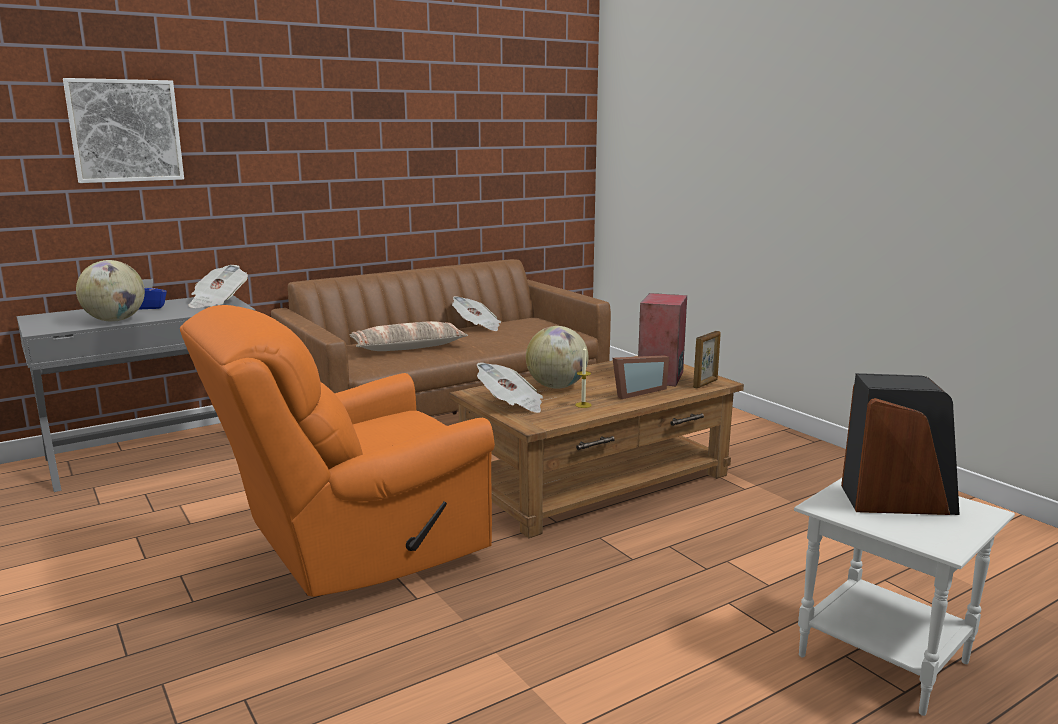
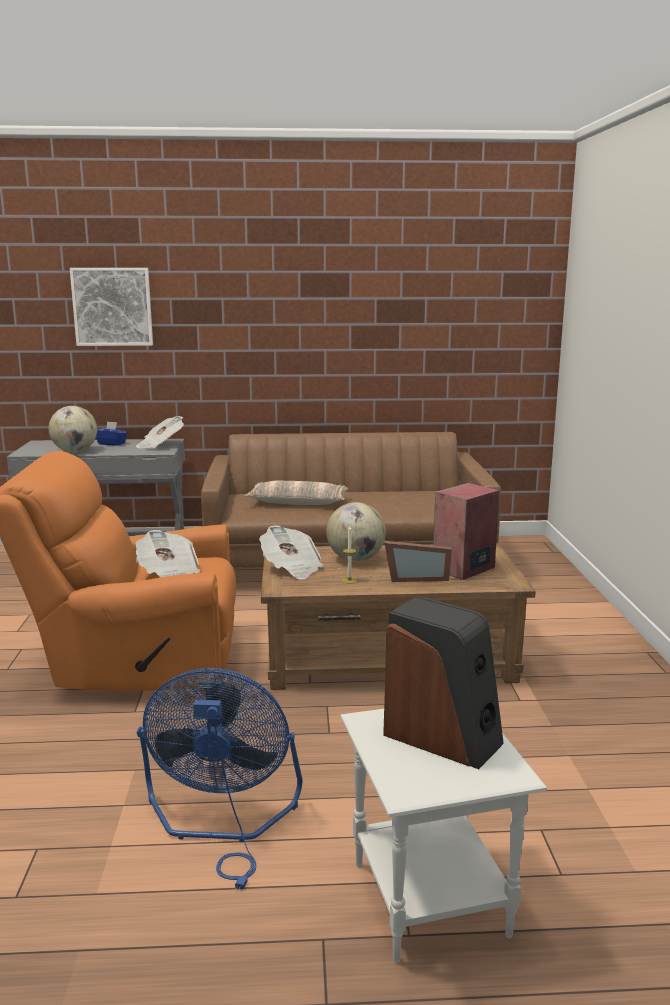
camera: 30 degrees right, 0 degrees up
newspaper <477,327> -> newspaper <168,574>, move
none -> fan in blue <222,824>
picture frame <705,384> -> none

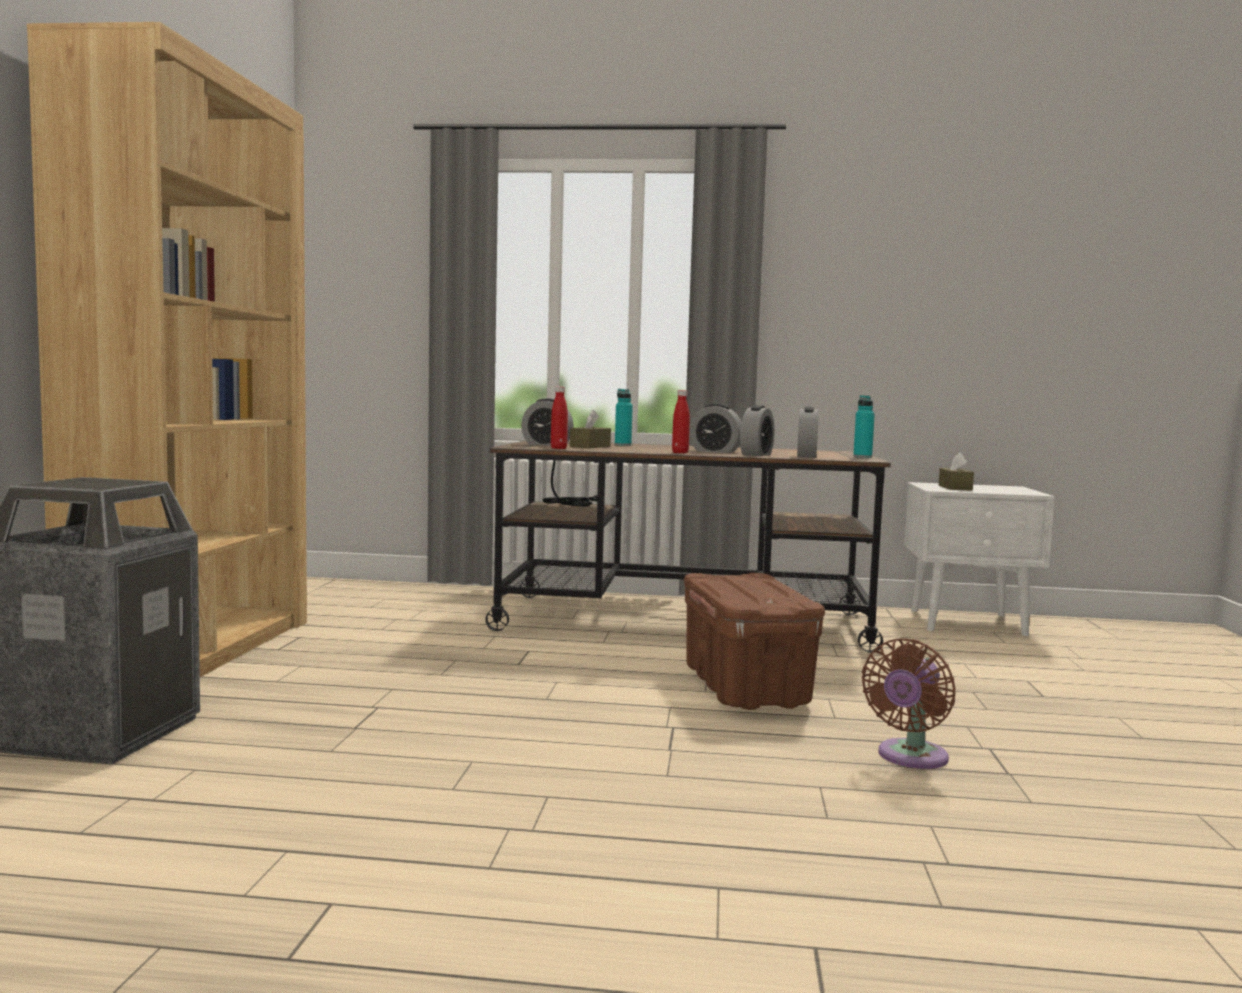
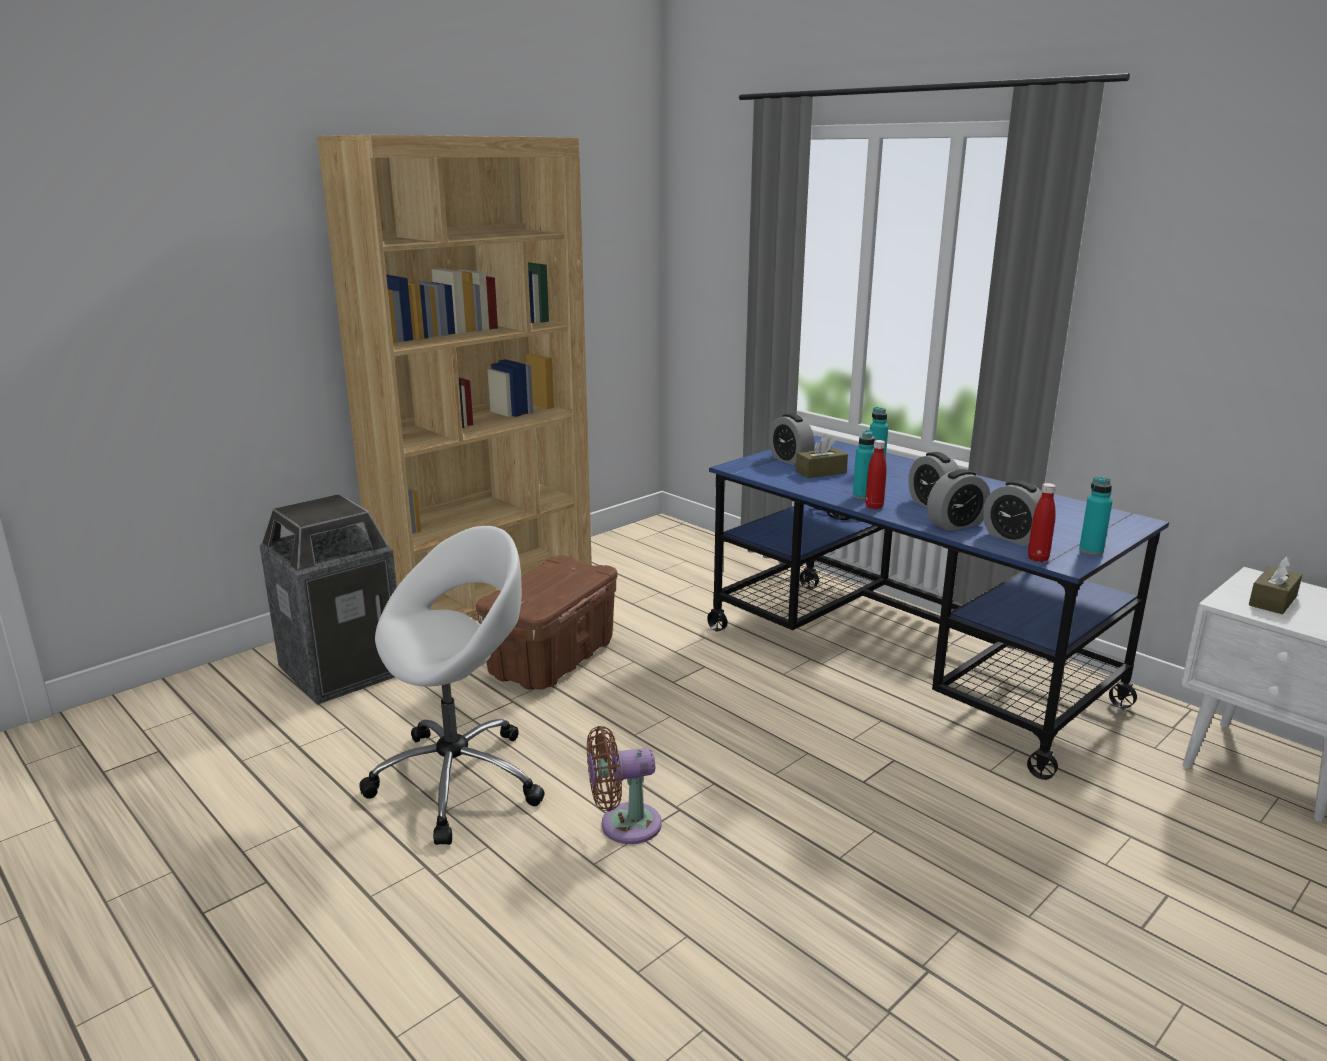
camera: 40 degrees right, 15 degrees up
none -> office chair in white <460,779>
storage box in brown <744,687> -> storage box in brown <552,659>, move
fan in brown <909,758> -> fan in brown <624,825>, move
desk in brown <682,621> -> desk in blue <903,664>
none -> bottle in turquoise <862,496>
alarm clock <806,456> -> alarm clock <1013,538>, 90 degrees counterclockwise
bottle in red <558,448> -> bottle in red <1038,558>, move

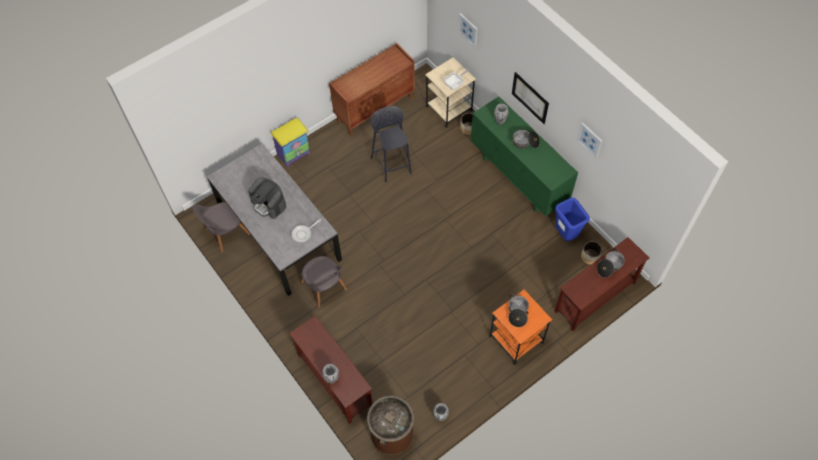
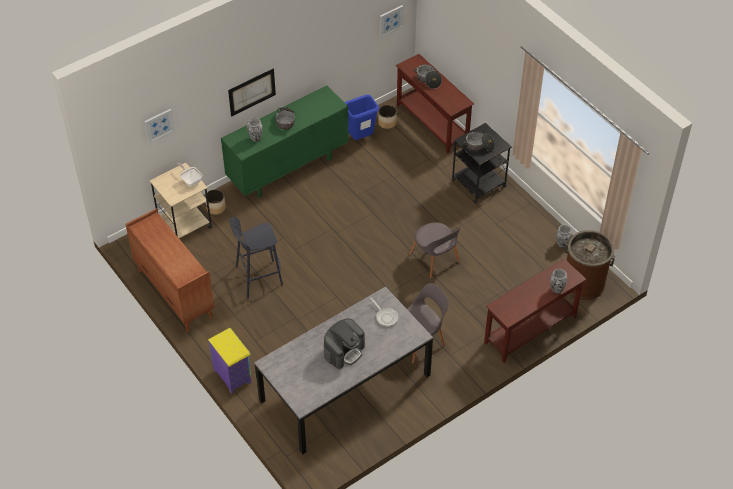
camera: 90 degrees left, 10 degrees down
picture <590,139> -> picture <390,20>, move
chair in grey <226,233> -> chair in grey <435,260>, move
cart in orange <515,340> -> cart in black <479,184>

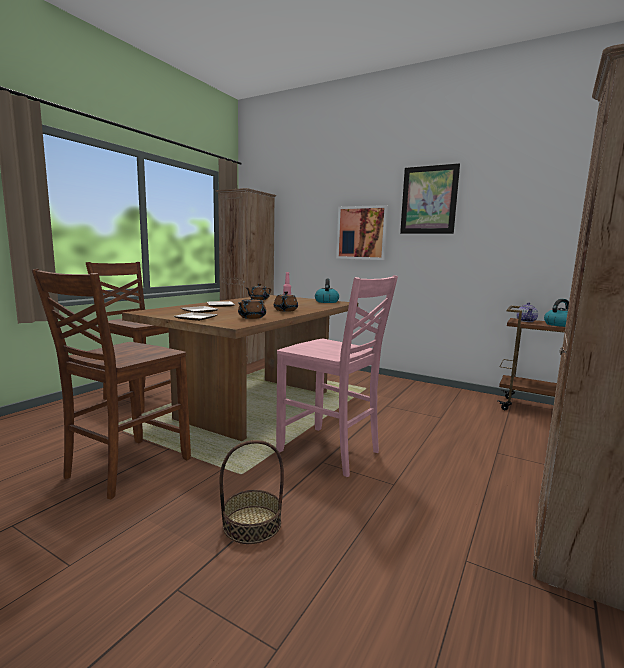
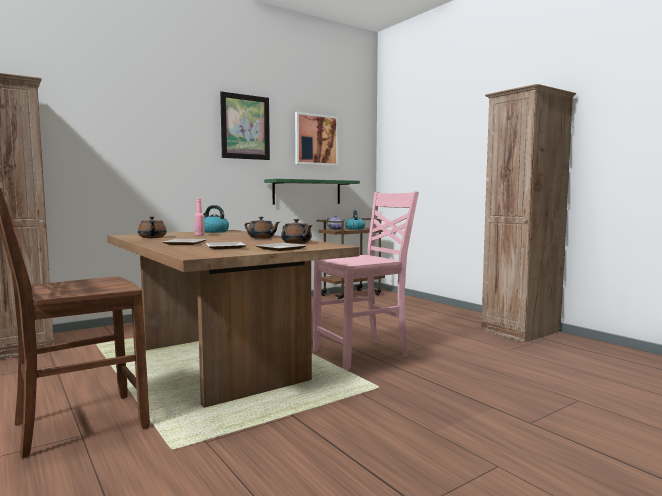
camera: 65 degrees left, 5 degrees down
none -> shelf in green <307,192>
picture <362,233> -> picture <316,140>, move
chair in brown <125,468> -> none
basket <252,524> -> none

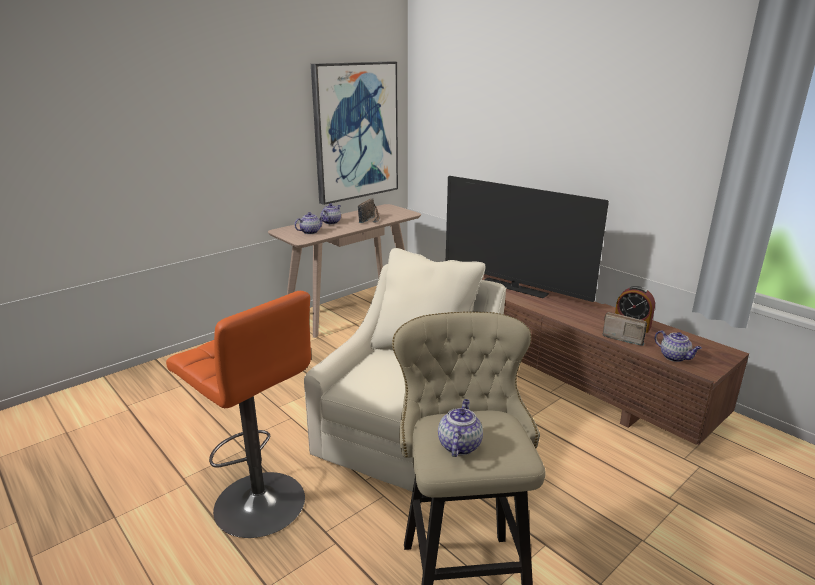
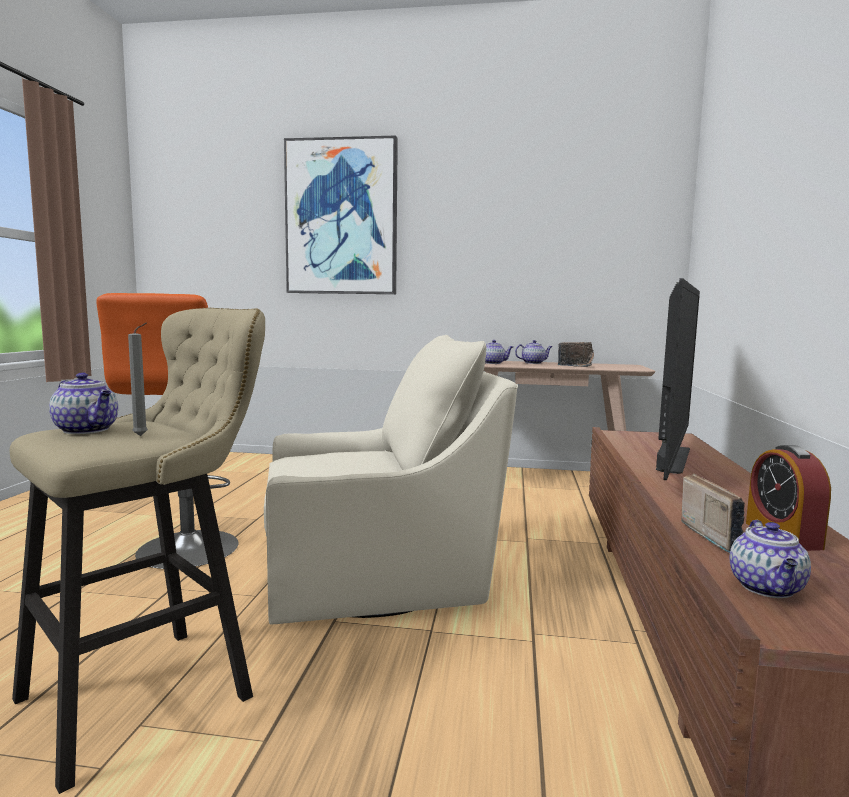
camera: 50 degrees right, 15 degrees down
teapot <459,445> -> teapot <87,430>, 60 degrees clockwise
none -> candle in grey <143,436>
picture <355,131> -> picture <342,218>, move
television <514,288> -> television <674,459>, 150 degrees counterclockwise

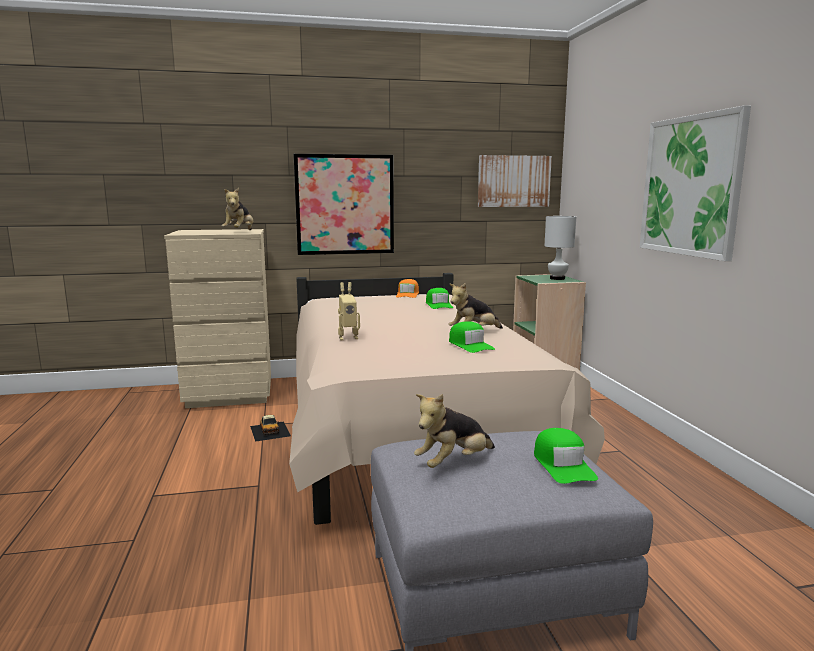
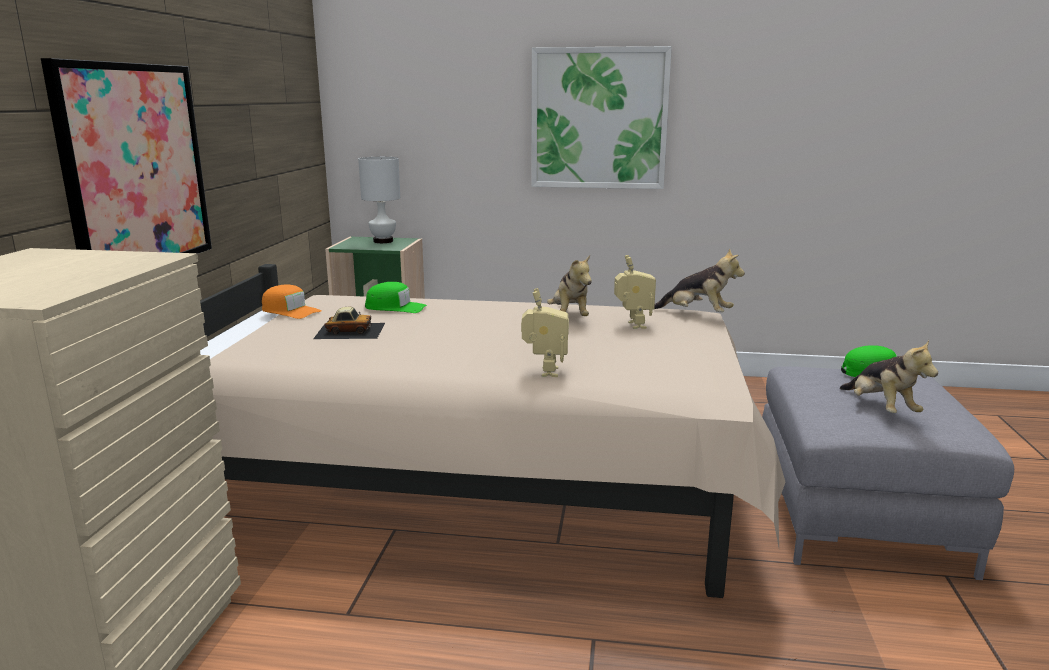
camera: 70 degrees left, 5 degrees up
toy car <270,430> -> toy car <349,330>, move
cap in green <470,345> -> toy robot <632,325>
plush toy <239,232> -> plush toy <697,314>, move
picture <513,181> -> none

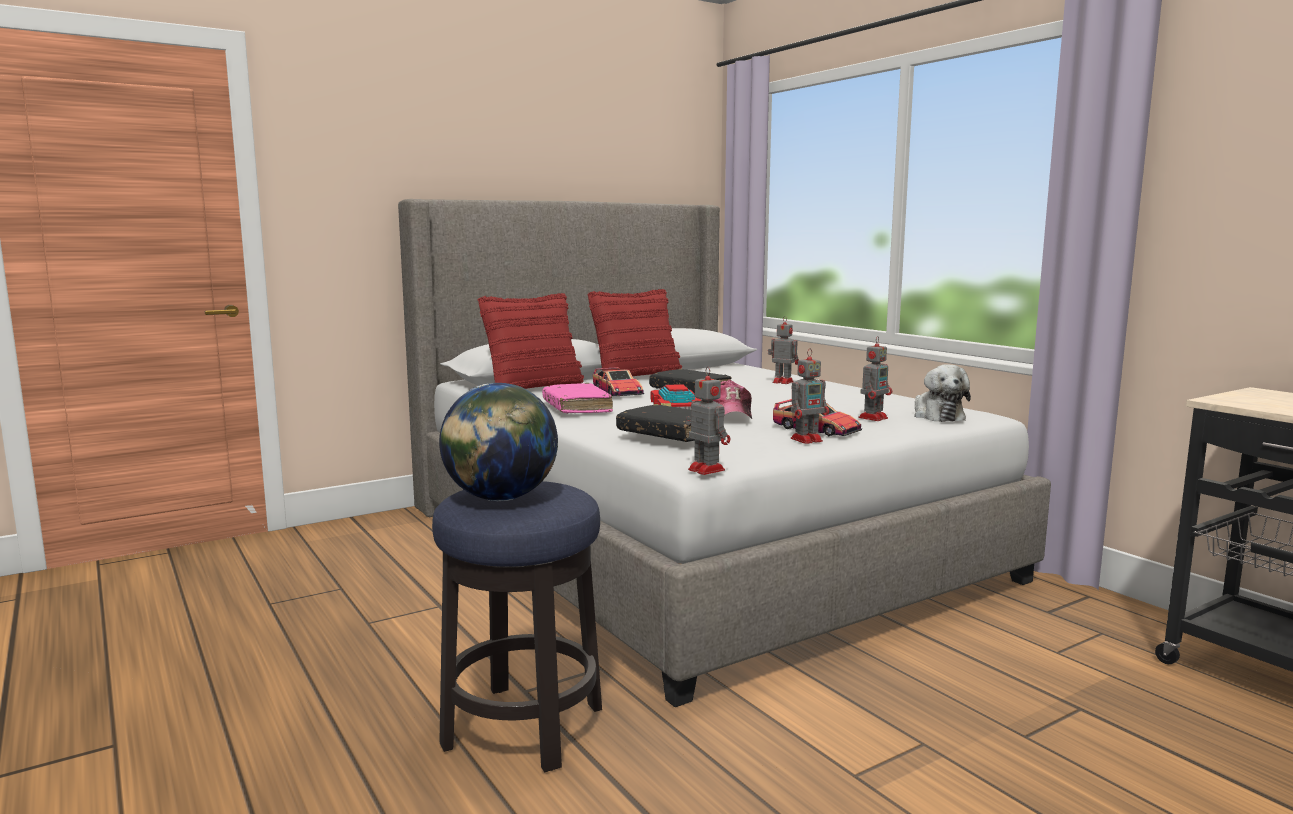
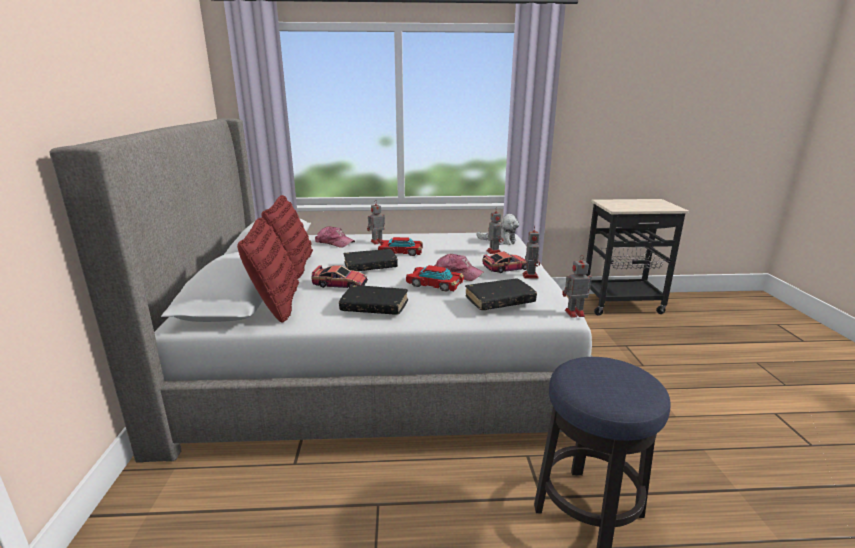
camera: 60 degrees left, 10 degrees up
none -> cap <334,243>
book in pink <576,408> -> book in black <374,307>
none -> toy car <400,252>
globe <500,498> -> none

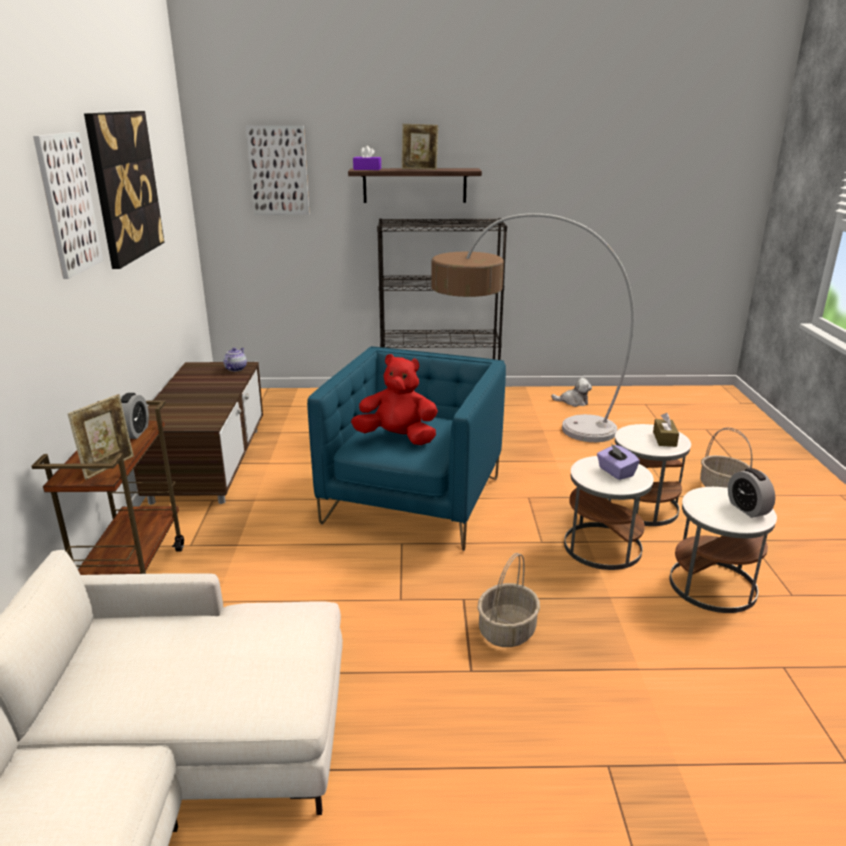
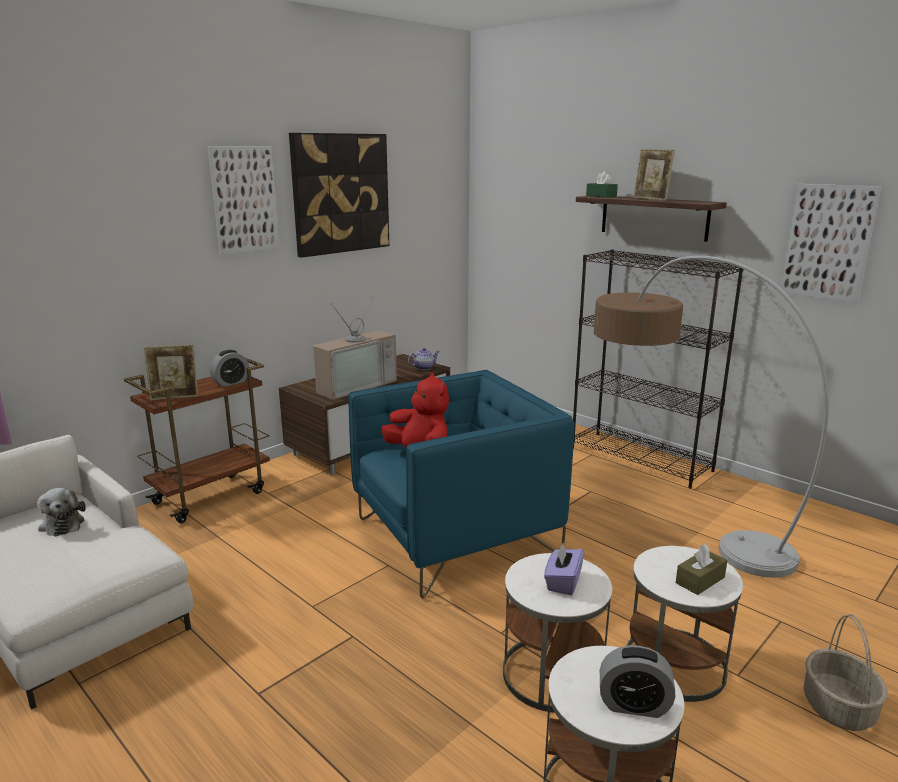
camera: 45 degrees right, 5 degrees down
plush toy <573,402> -> plush toy <62,524>, move
none -> television <354,385>
tissue box in purple <367,169> -> tissue box in green <601,196>
alarm clock <747,509> -> alarm clock <634,705>, 105 degrees counterclockwise
picture <278,170> -> picture <828,242>, move
basket <506,630> -> none

